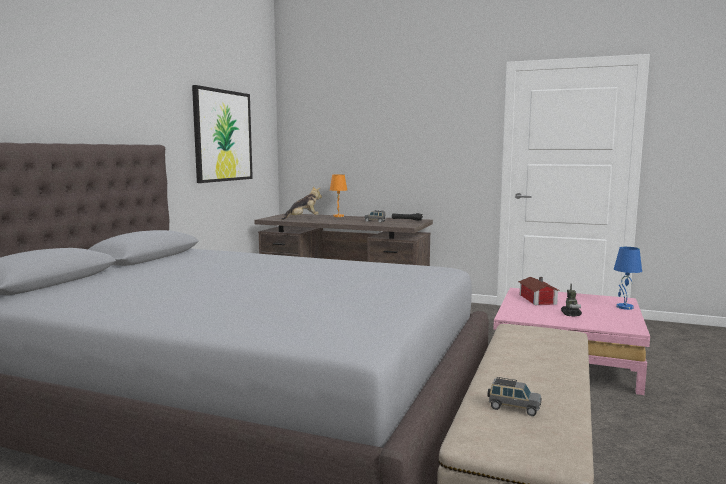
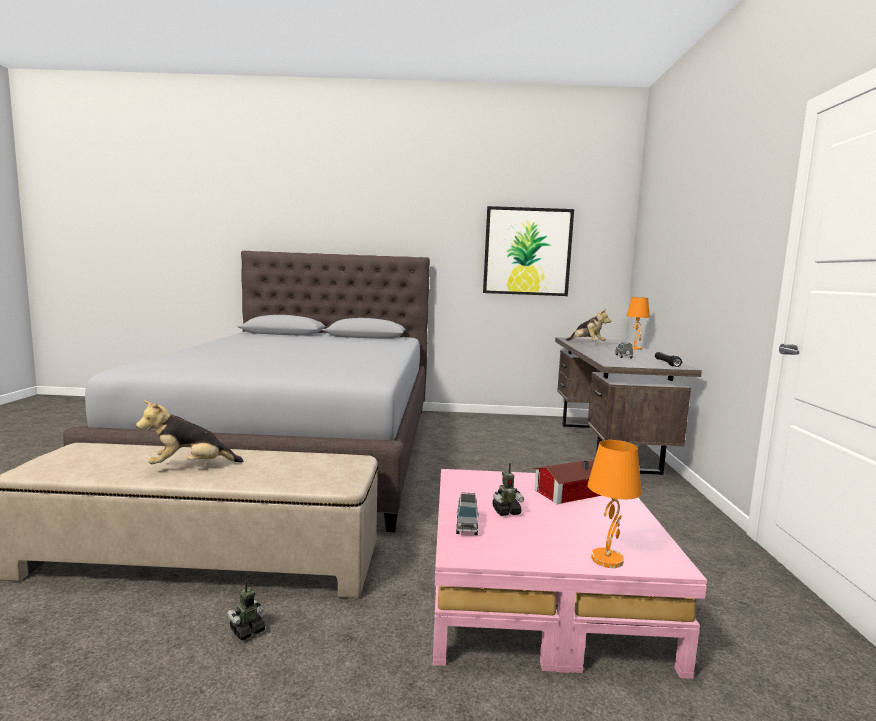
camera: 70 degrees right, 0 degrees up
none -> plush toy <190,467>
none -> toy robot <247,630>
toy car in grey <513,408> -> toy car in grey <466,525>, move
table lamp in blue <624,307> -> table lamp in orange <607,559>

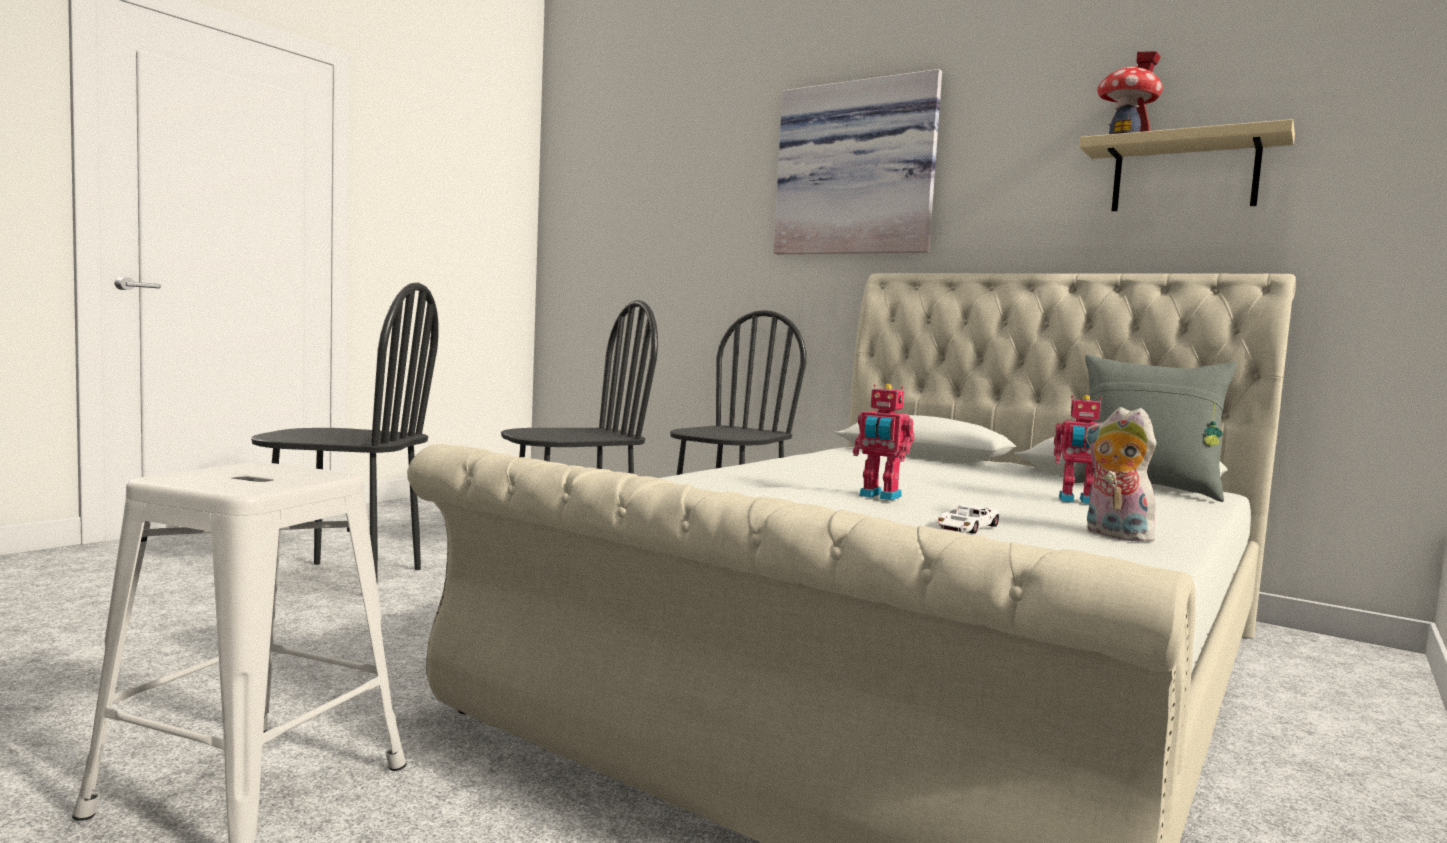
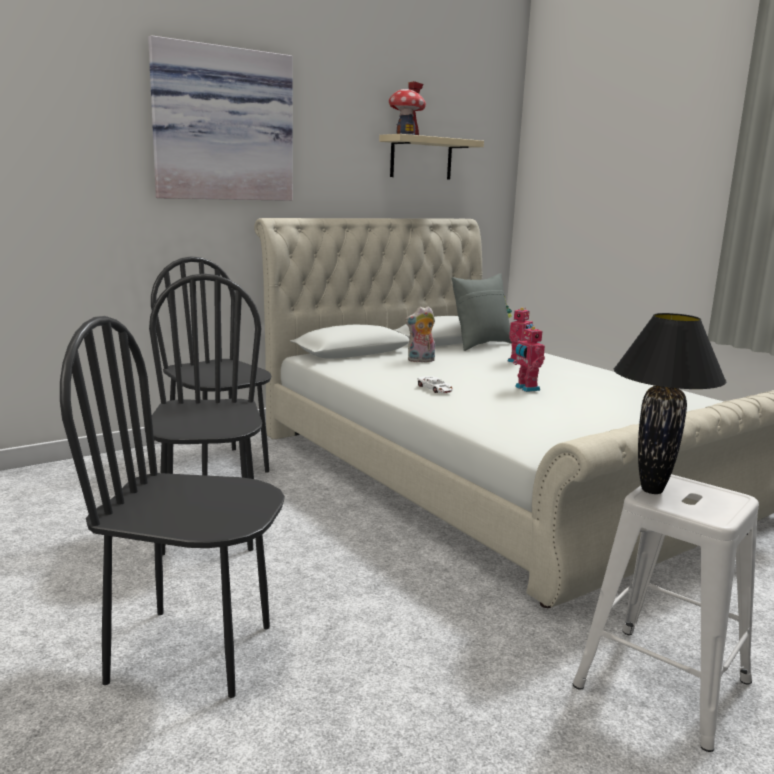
camera: 70 degrees left, 10 degrees up
chair in black <344,579> -> chair in black <192,652>, 105 degrees counterclockwise
plush toy <1113,535> -> plush toy <420,361>, move
toy car in white <967,527> -> toy car in white <435,389>, move
toy robot <879,496> -> toy robot <526,388>, 105 degrees clockwise
none -> table lamp in black <653,490>

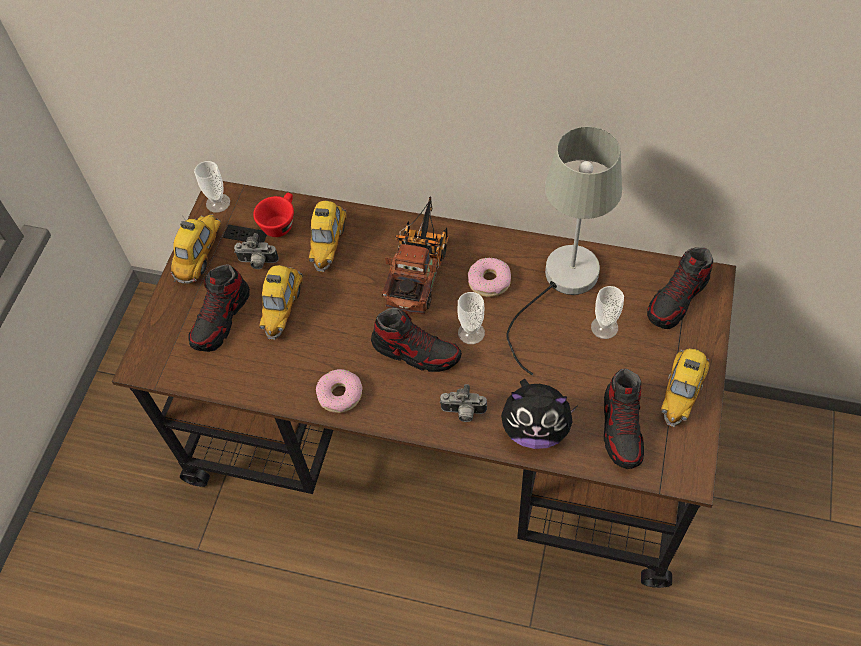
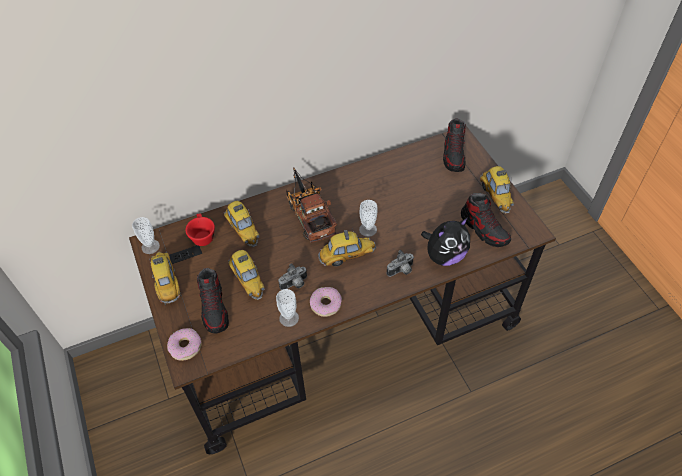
camera: 40 degrees left, 5 degrees down
donut <489,281> -> donut <185,347>, move
cup <604,327> -> cup <289,318>, move
photo camera <257,263> -> photo camera <295,284>, move
shoe <416,351> -> toy car <347,256>
table lamp in grey <562,284> -> none

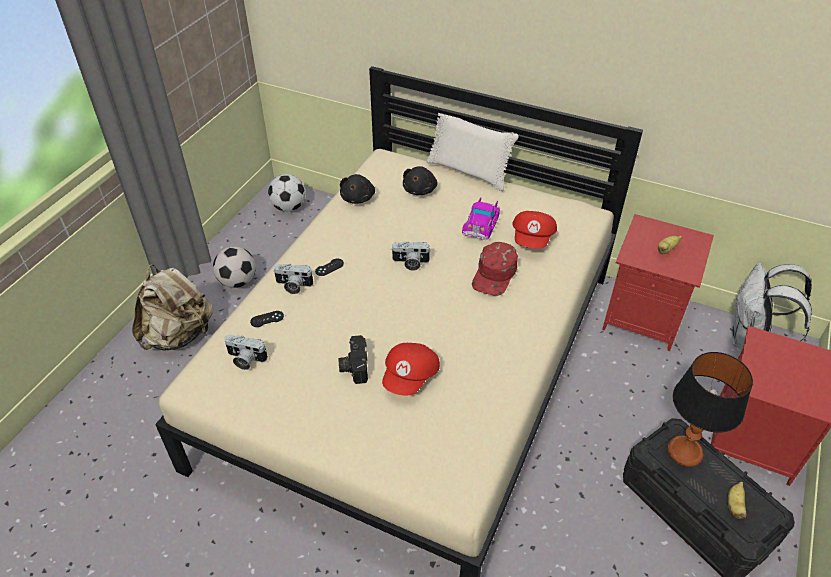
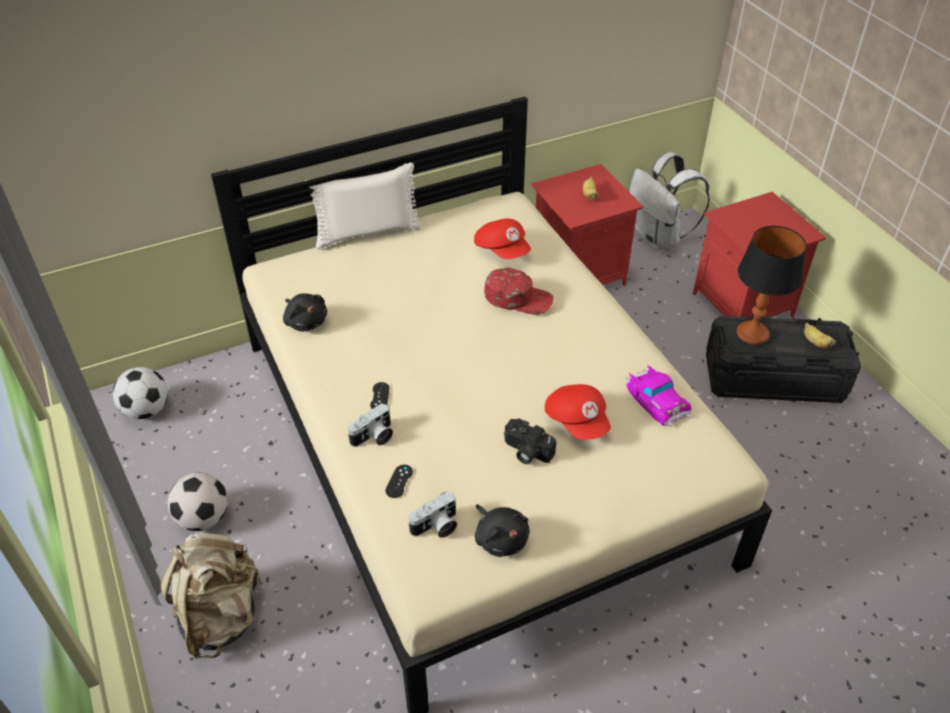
camera: 50 degrees left, 0 degrees up
plush toy in black <420,190> -> plush toy in black <500,538>, move
cap in red <495,274> -> cap in red <518,297>, 45 degrees counterclockwise
toy car <481,222> -> toy car <656,399>, move
photo camera <410,263> -> none

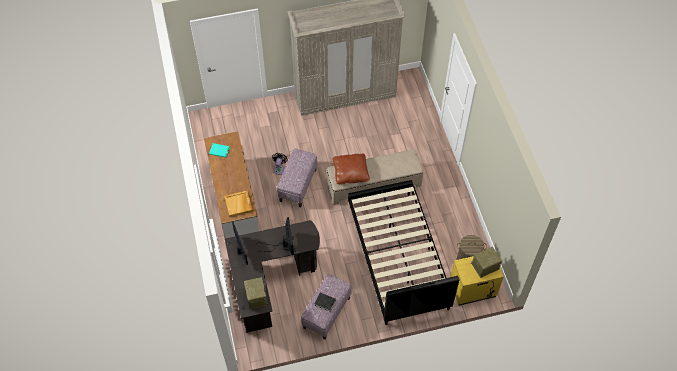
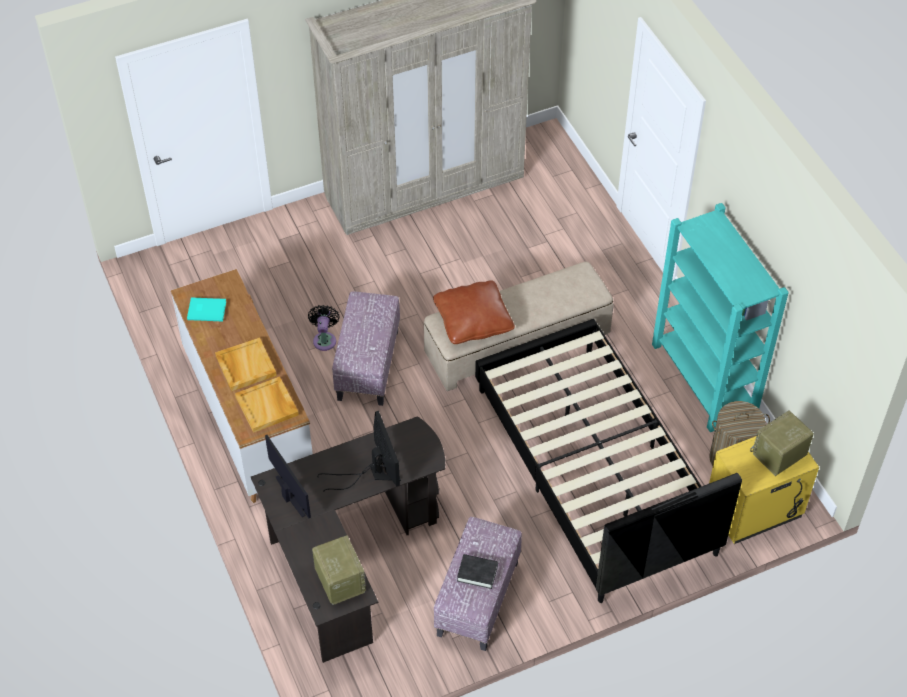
camera: 10 degrees left, 5 degrees down
none -> tray in beige <245,365>
none -> bookcase in turquoise <704,378>

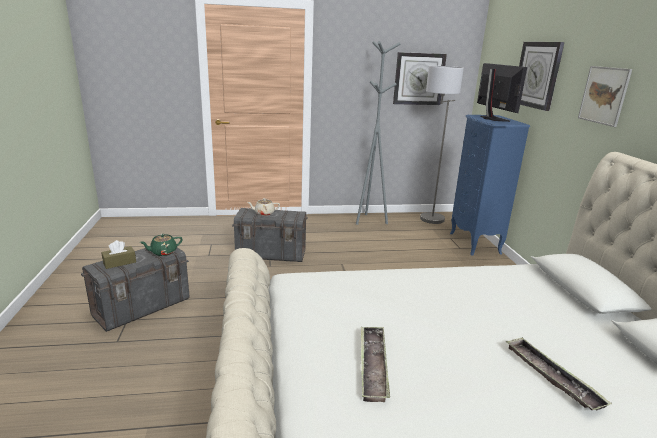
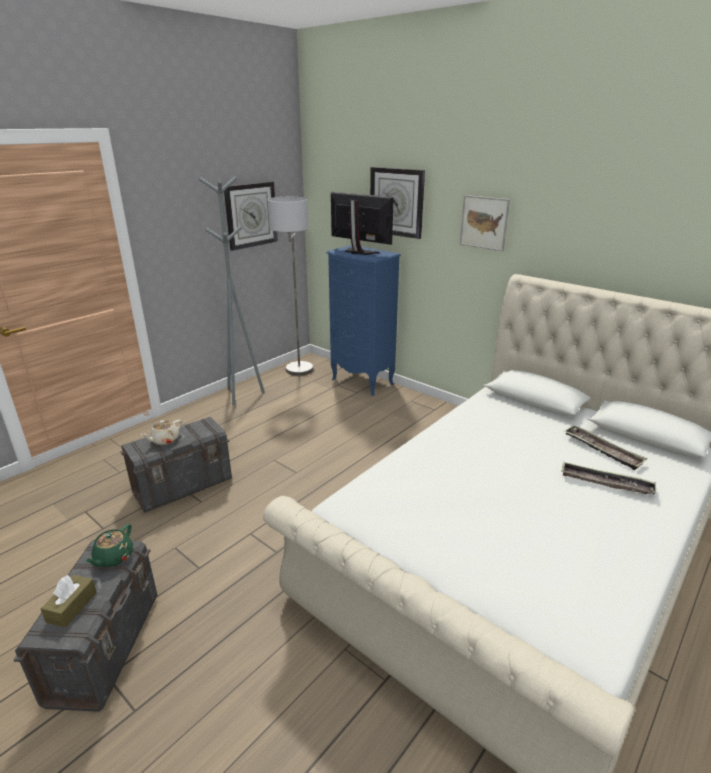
camera: 40 degrees left, 5 degrees up
tray <373,365> -> tray <602,450>, move

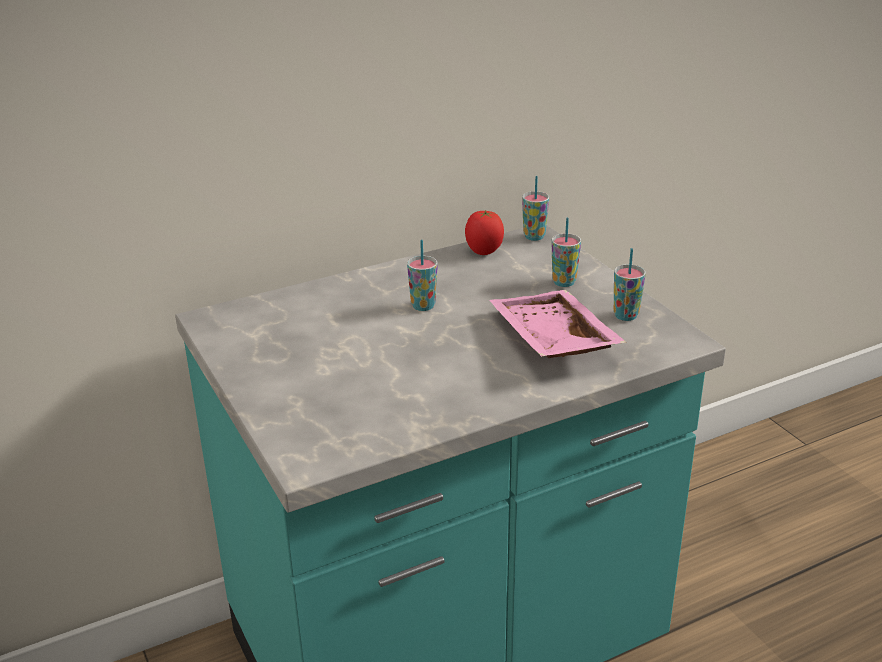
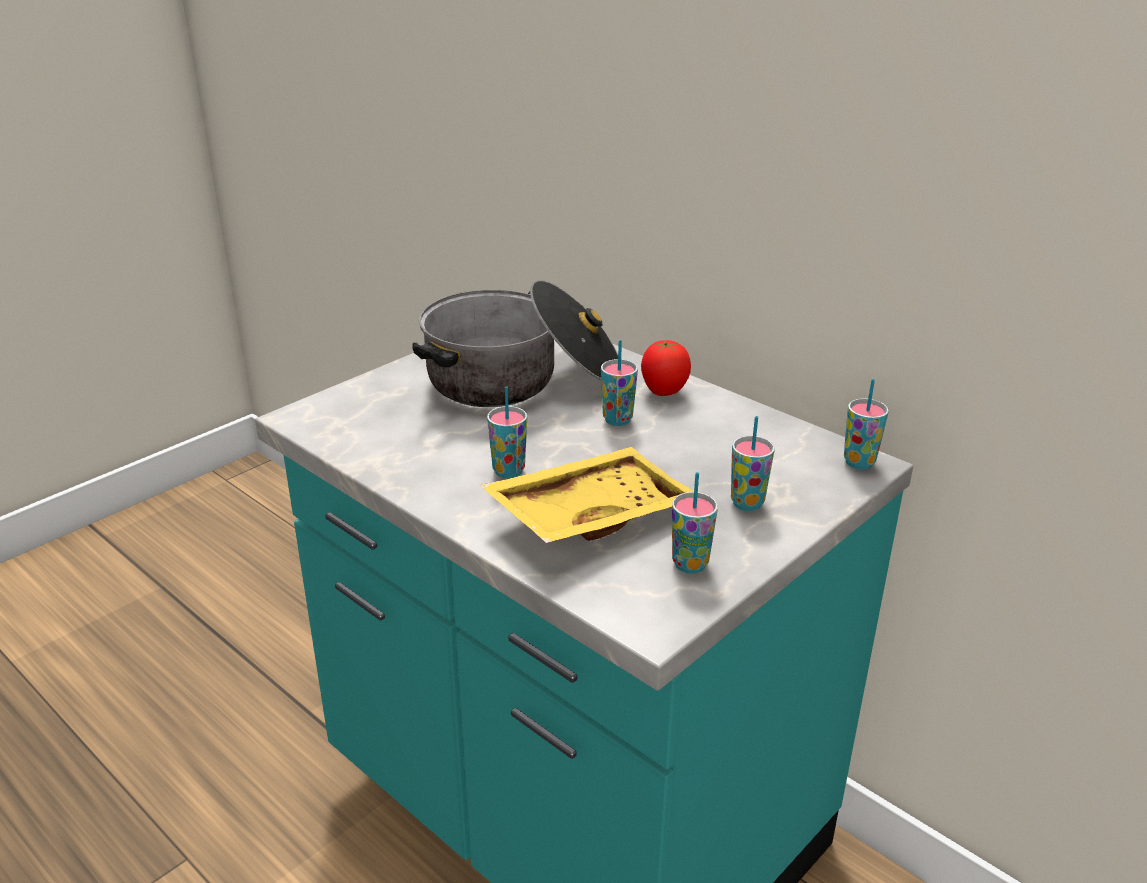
camera: 70 degrees right, 0 degrees up
none -> cooking pot <522,379>
tray in pink <550,340> -> tray in yellow <589,514>
none -> cup <508,471>
tomato <484,252> -> tomato <663,393>, move

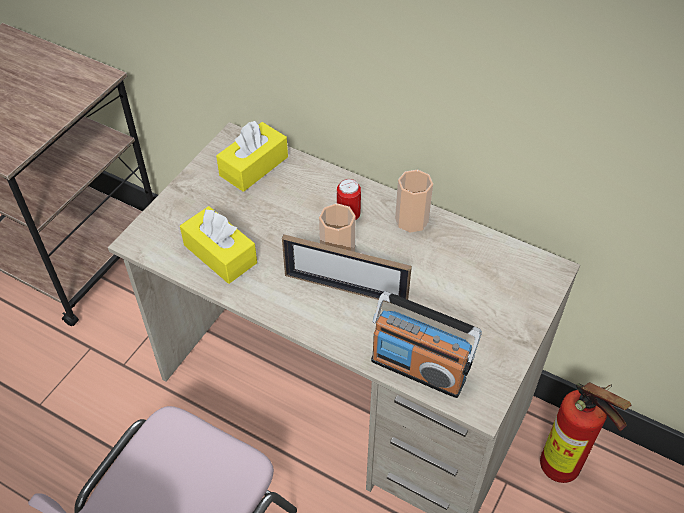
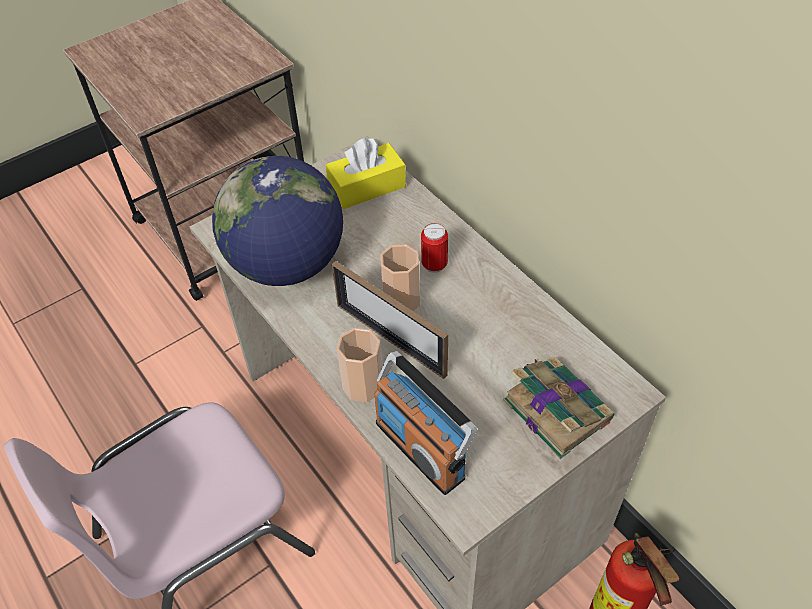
camera: 25 degrees right, 0 degrees up
tissue box in yellow <220,254> -> globe <287,264>
cup <411,220> -> cup <363,385>, move
none -> book <555,408>

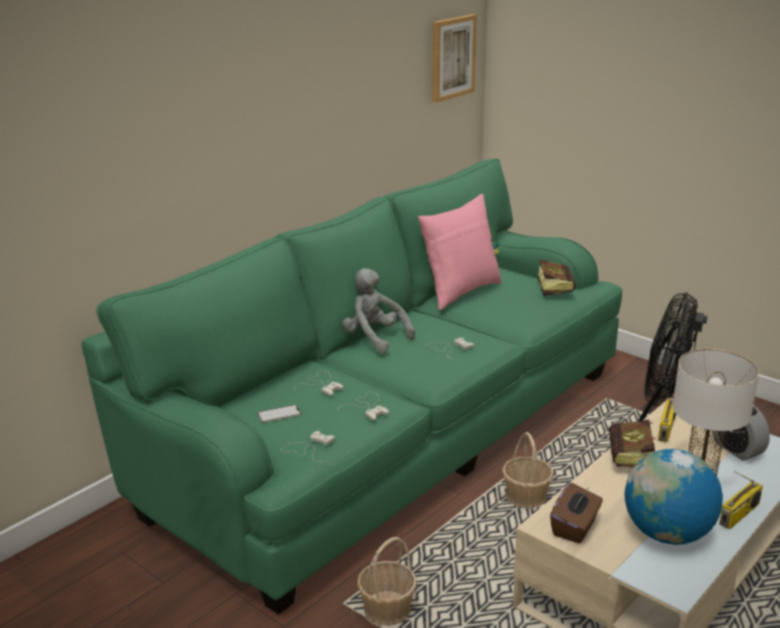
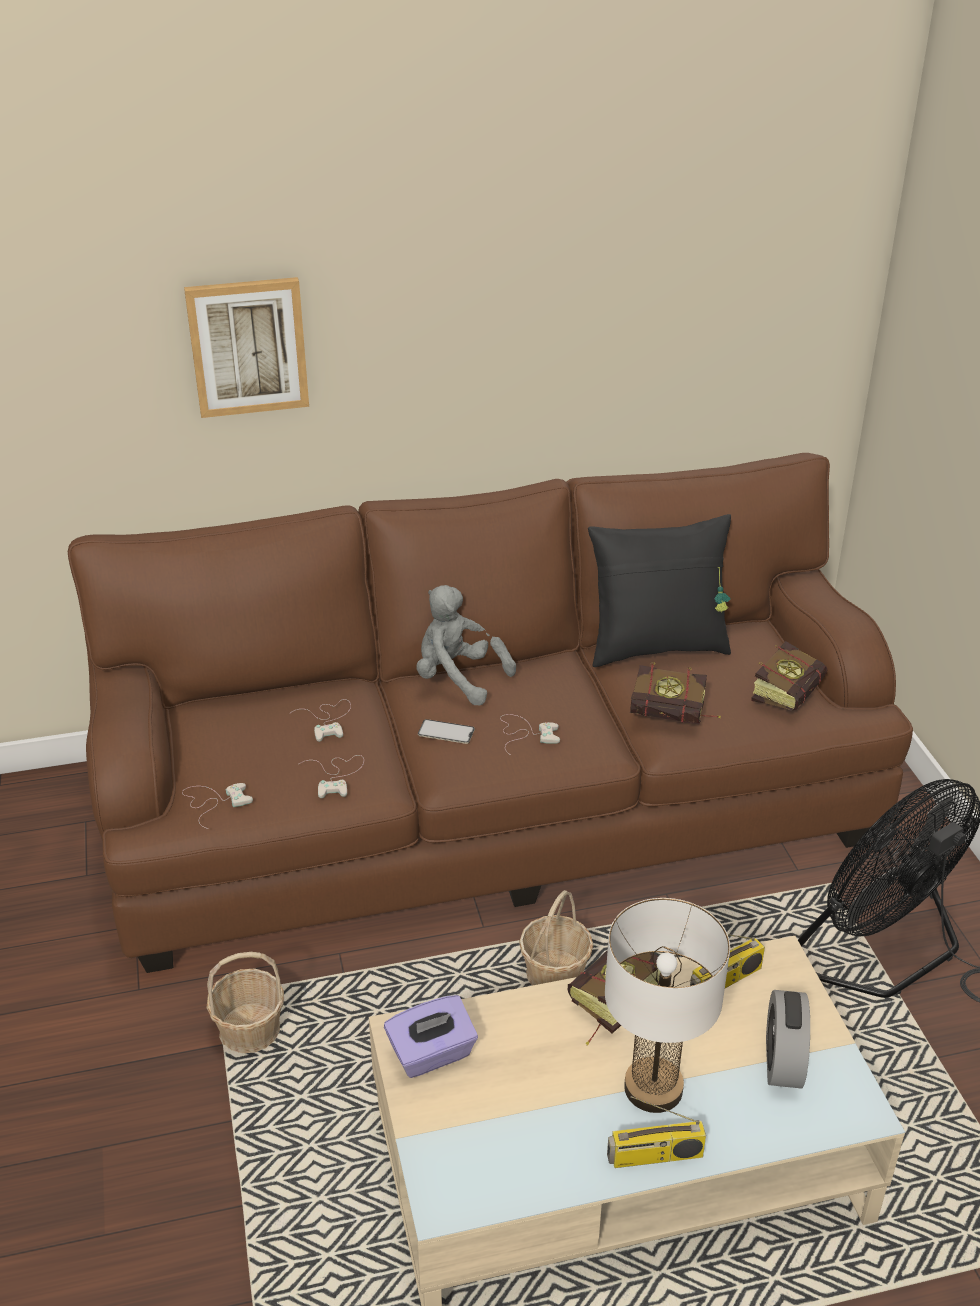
camera: 35 degrees right, 10 degrees up
sofa in green <390,436> -> sofa in brown <490,807>
picture <452,57> -> picture <248,346>, move
tissue box in brown <575,527> -> tissue box in purple <432,1054>
plush toy in grey <373,338> -> plush toy in grey <458,678>, 45 degrees counterclockwise
phone <279,414> -> phone <446,732>, move
pillow in pink <460,293> -> pillow in black <656,649>
none -> book <675,718>
globe <667,534> -> none

